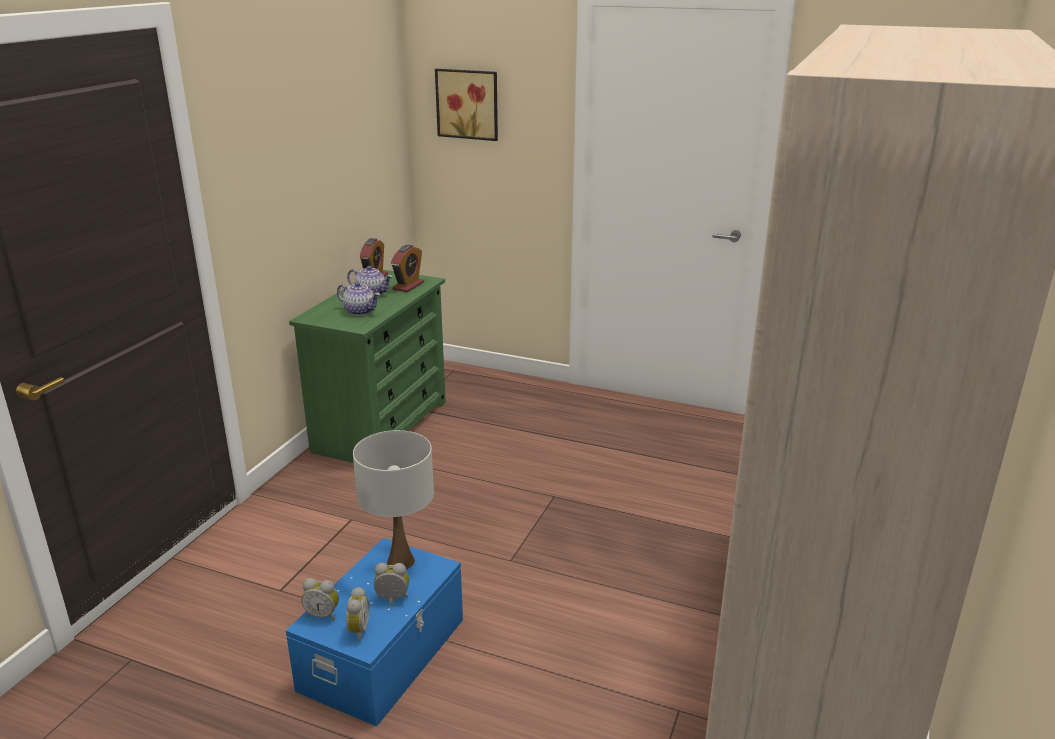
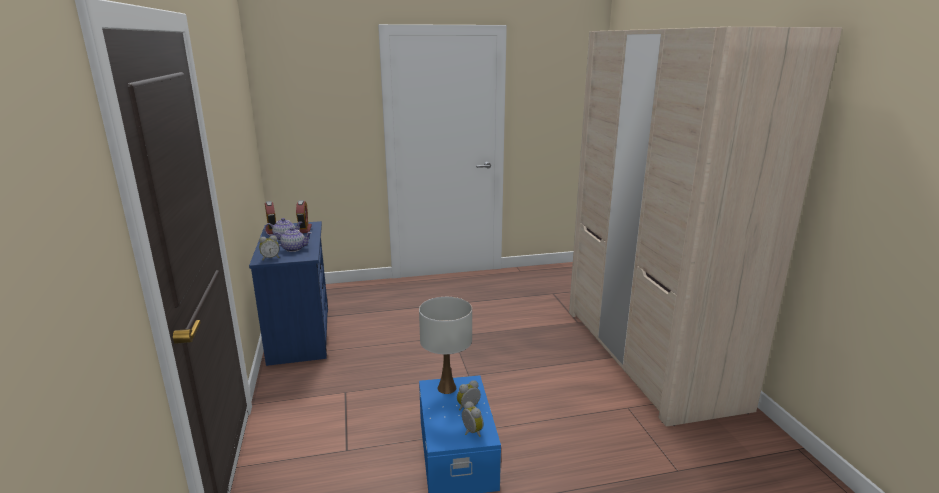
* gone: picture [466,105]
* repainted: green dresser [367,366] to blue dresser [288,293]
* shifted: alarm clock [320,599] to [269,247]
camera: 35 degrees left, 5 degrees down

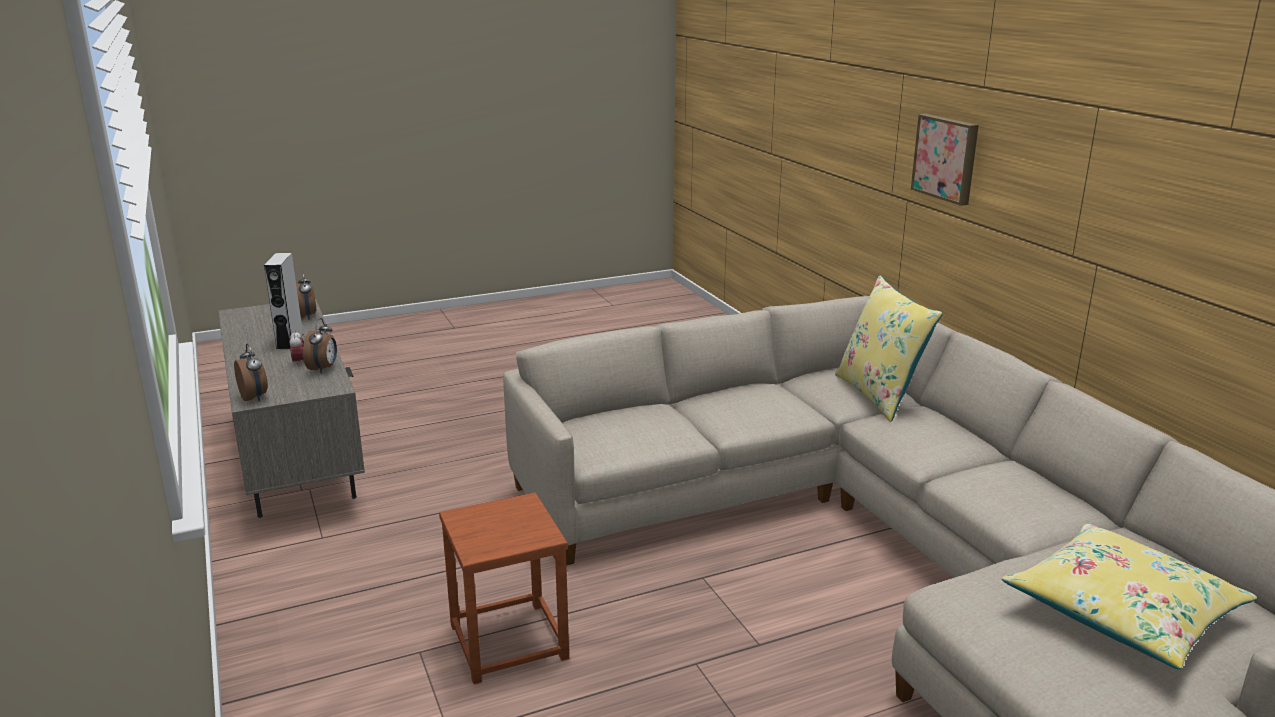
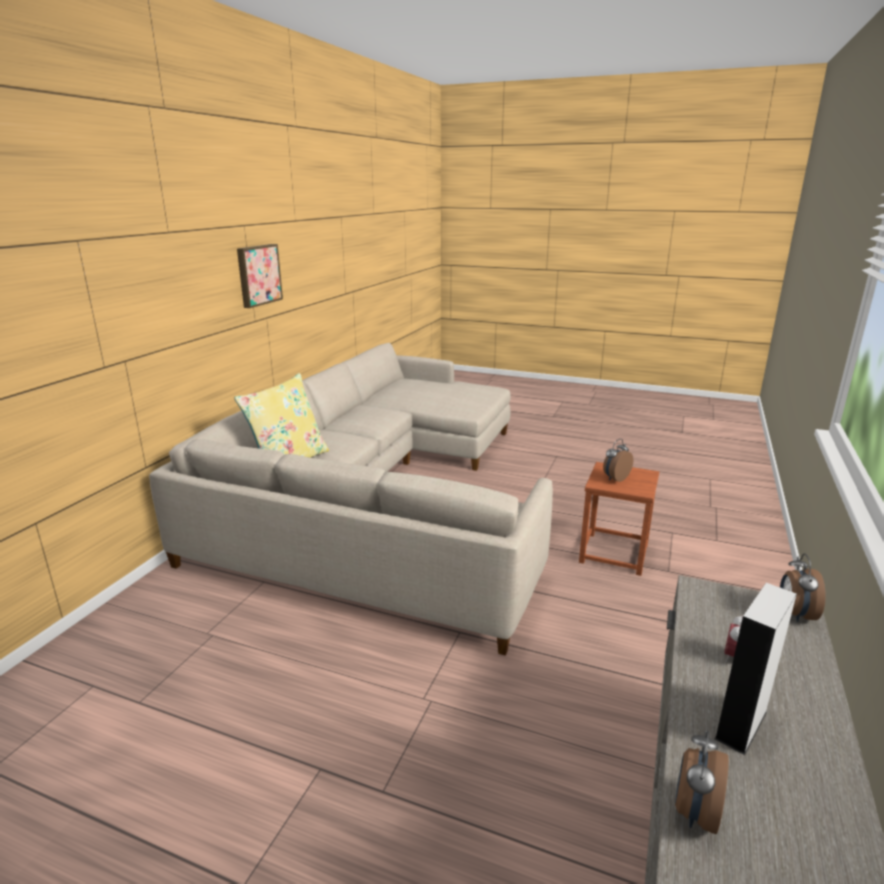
* shifted: picture [945,160] to [260,276]
* shifted: alarm clock [320,345] to [618,460]
* gone: yellow pillow [1129,596]
camera: 135 degrees left, 0 degrees up

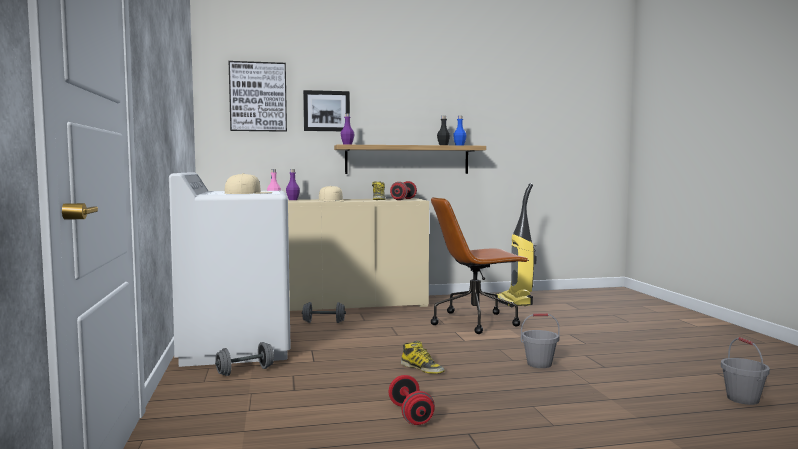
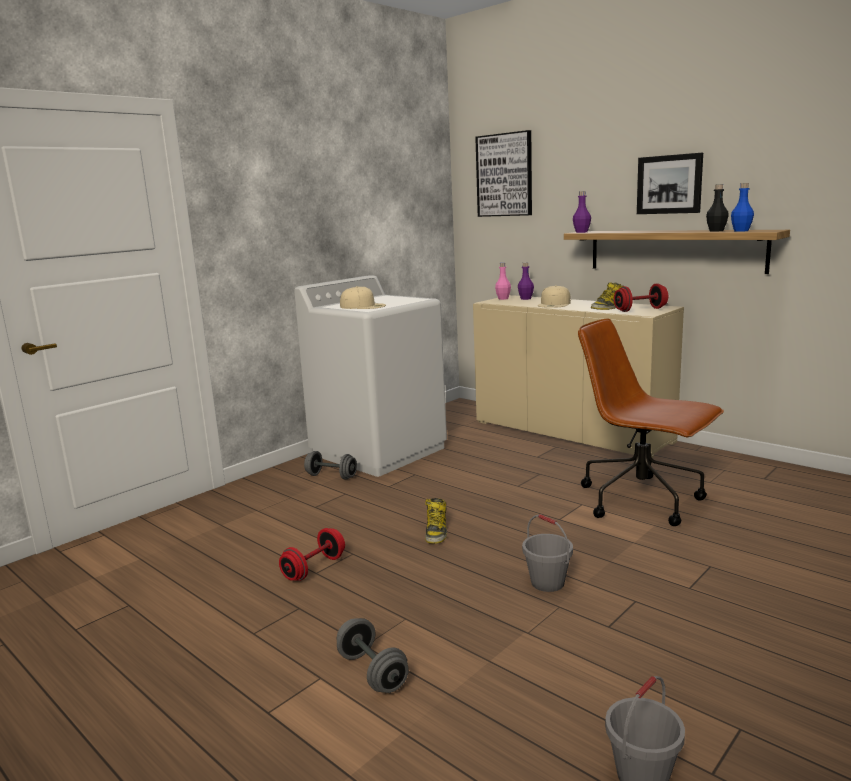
* shifted: picture [326,110] to [670,183]
* gone: vacuum cleaner [516,245]
* shifted: grey dumbbell [324,312] to [373,655]
camera: 55 degrees right, 10 degrees up

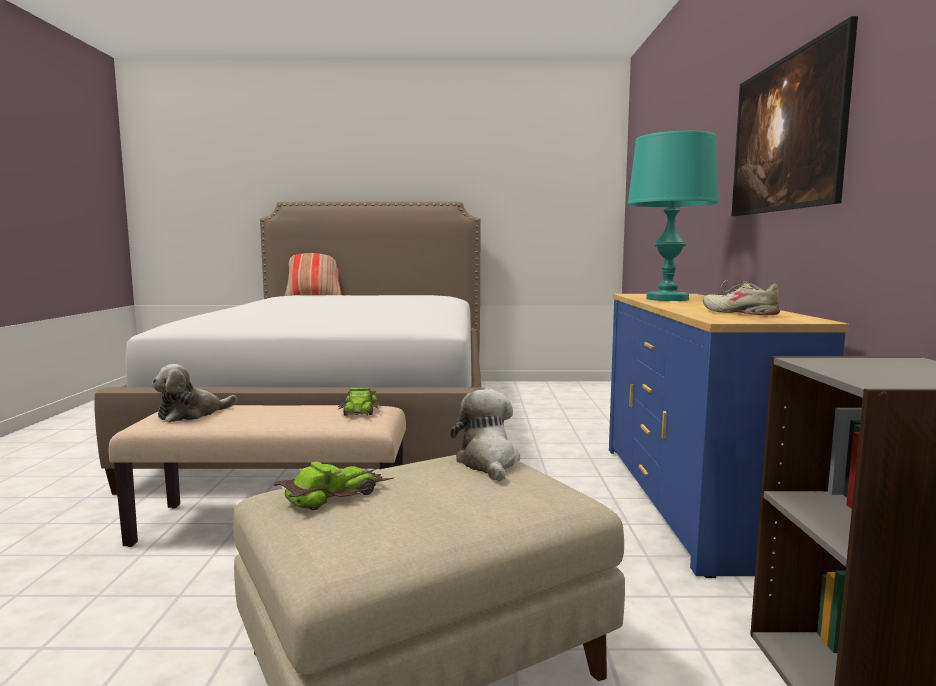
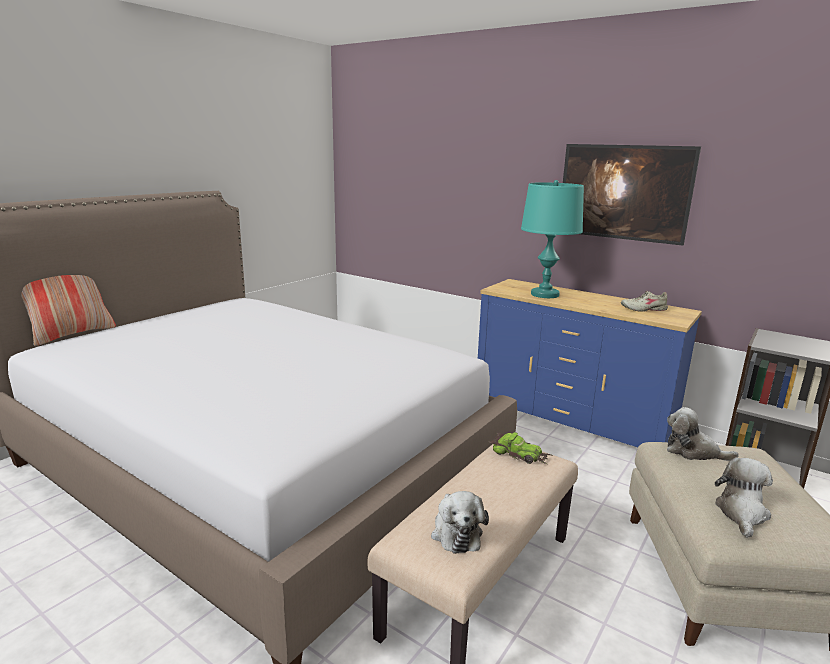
* swapped: toy car [333,485] to plush toy [744,498]
camera: 55 degrees left, 10 degrees up

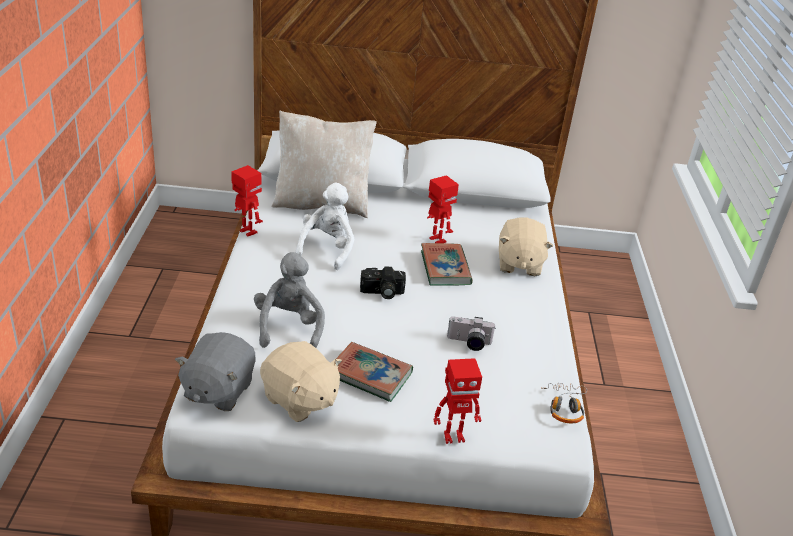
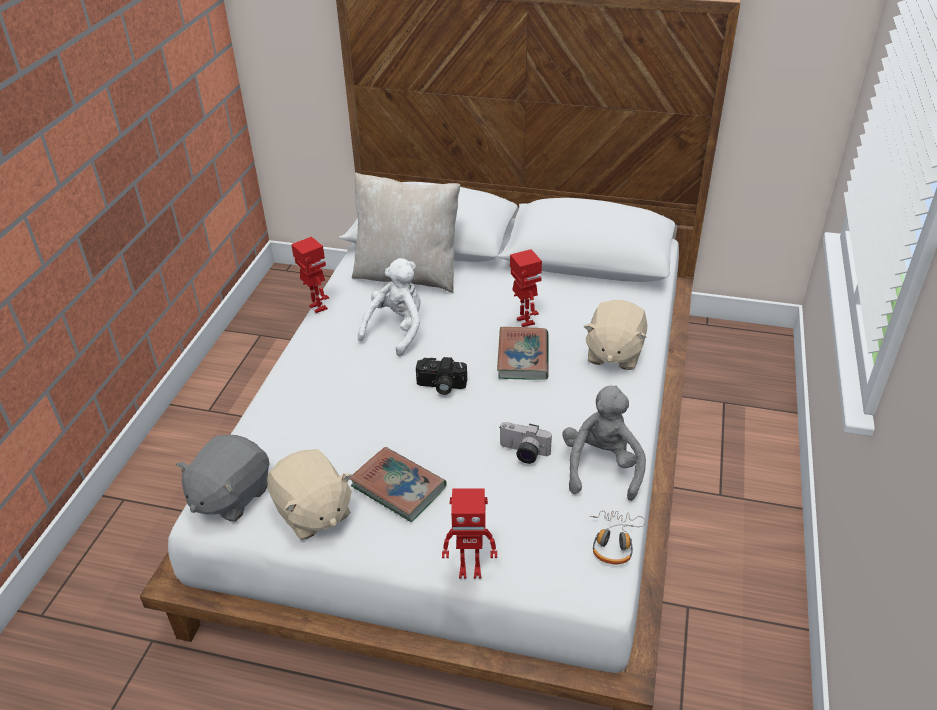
* shifted: grey plush toy [289,300] to [604,443]
camera: 15 degrees right, 5 degrees up

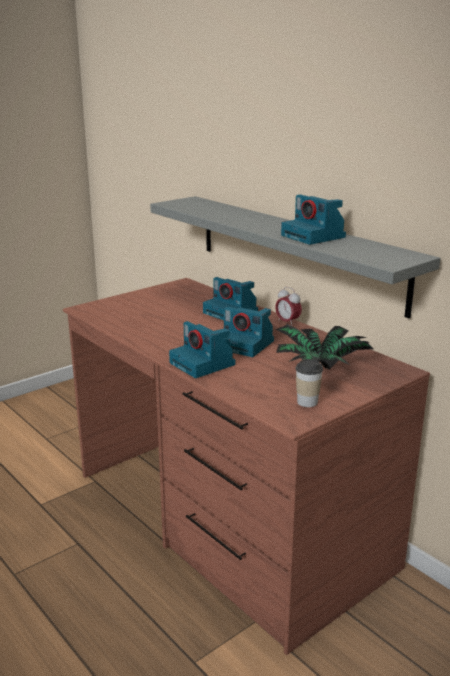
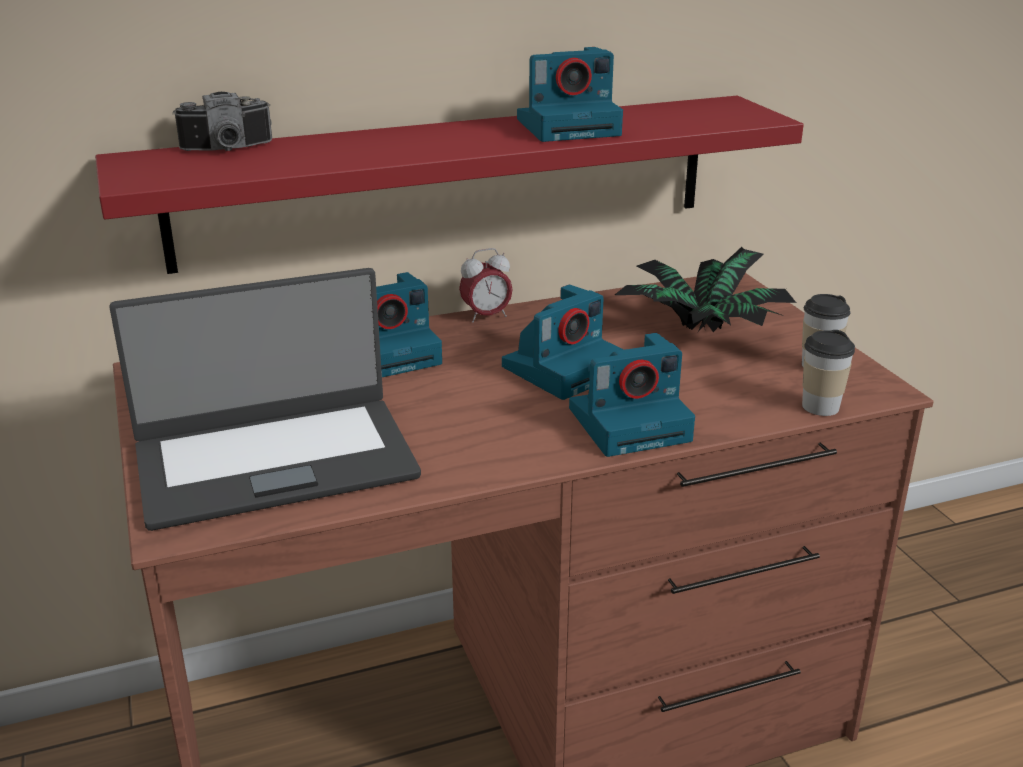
* repainted: grey shelf [295,257] to red shelf [449,185]
* new: photo camera [222,121]
* new: laptop [265,399]
* new: cup [828,373]
camera: 70 degrees left, 5 degrees up

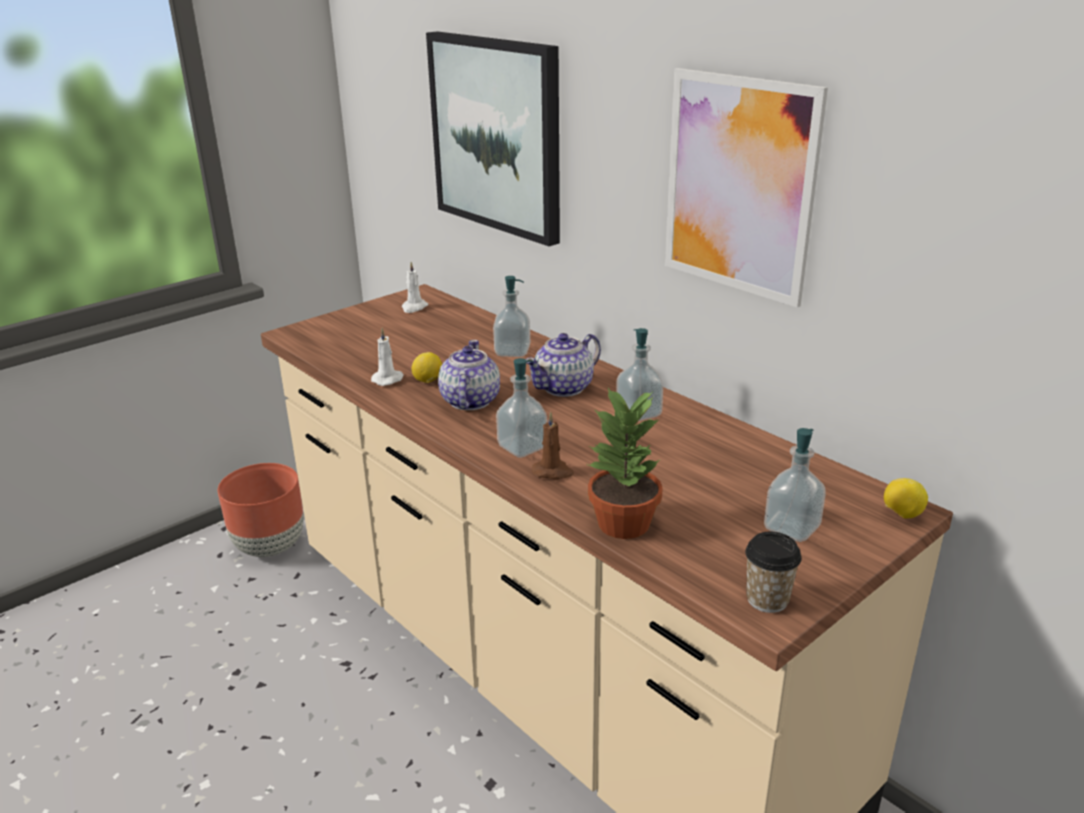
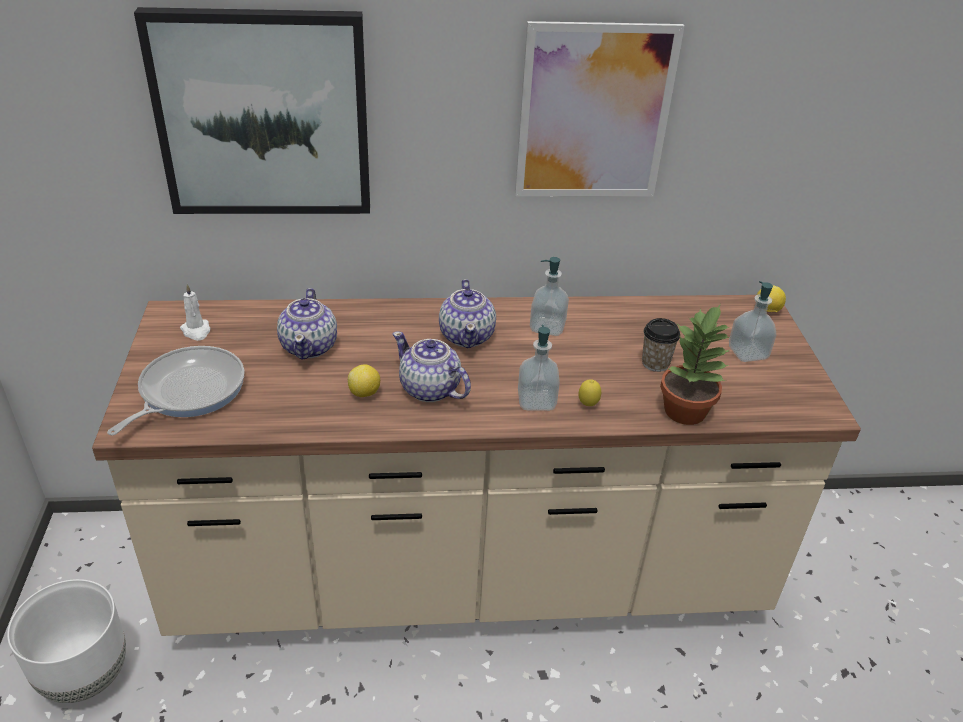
* gone: soap dispenser [511,316]
* gone: white candle [387,357]
* swapped: brown candle [553,446] to lemon [590,392]
* repainted: brown planter [261,510] to white planter [66,641]
* shifted: cup [773,572] to [661,345]
* new: teapot [307,324]
* new: frying pan [176,391]
camera: 55 degrees left, 10 degrees up

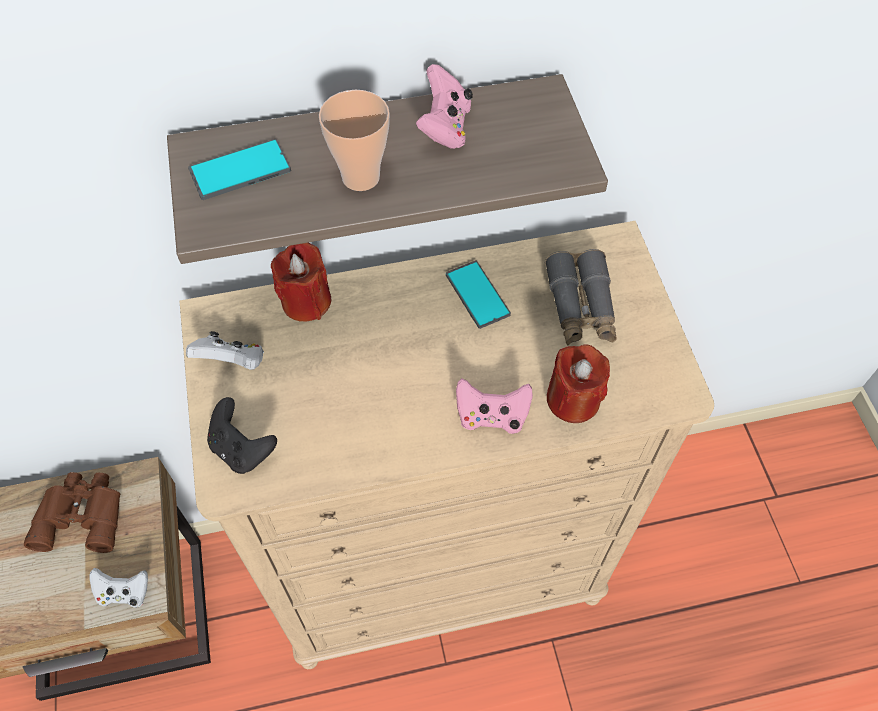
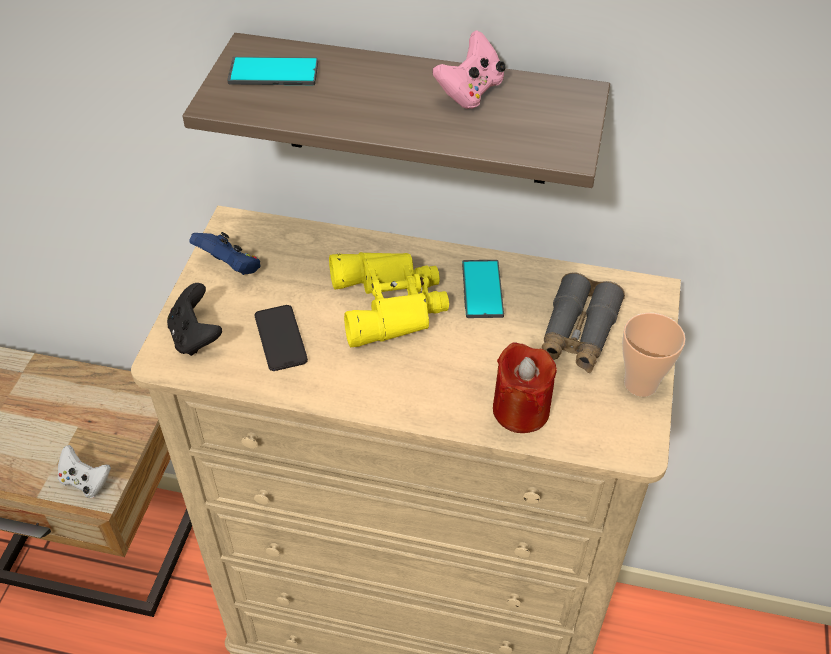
* shifted: cup [354,140] to [654,355]
* gone: red candle [301,282]
* repainted: white game controller [225,350] to blue game controller [225,253]
* gone: pink game controller [494,406]
* gone: brown binoculars [72,512]
* new: yellow binoculars [389,299]
* new: phone [281,338]
camera: 25 degrees right, 10 degrees down

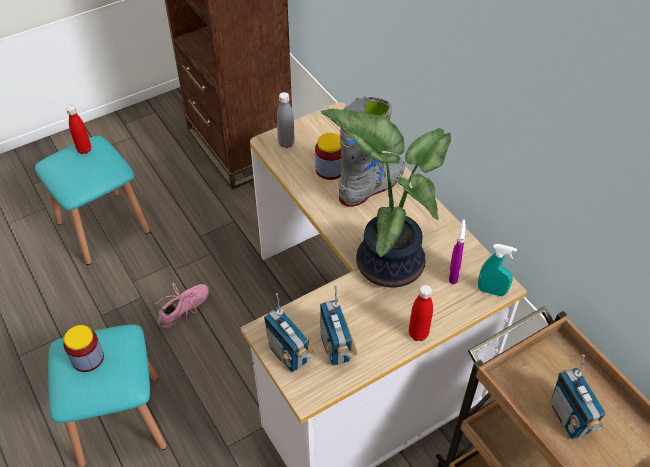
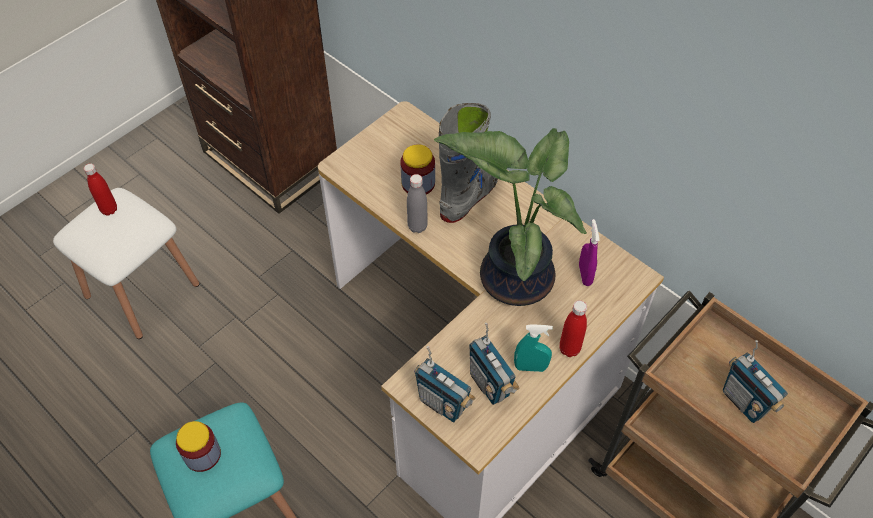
* shifted: grey bottle [286,120] to [417,203]
* repainted: turquoise stool [92,200] to white stool [126,263]
* shifted: turquoise spray bottle [497,270] to [533,348]
* gone: pink shoe [183,306]
camera: 15 degrees left, 5 degrees up

